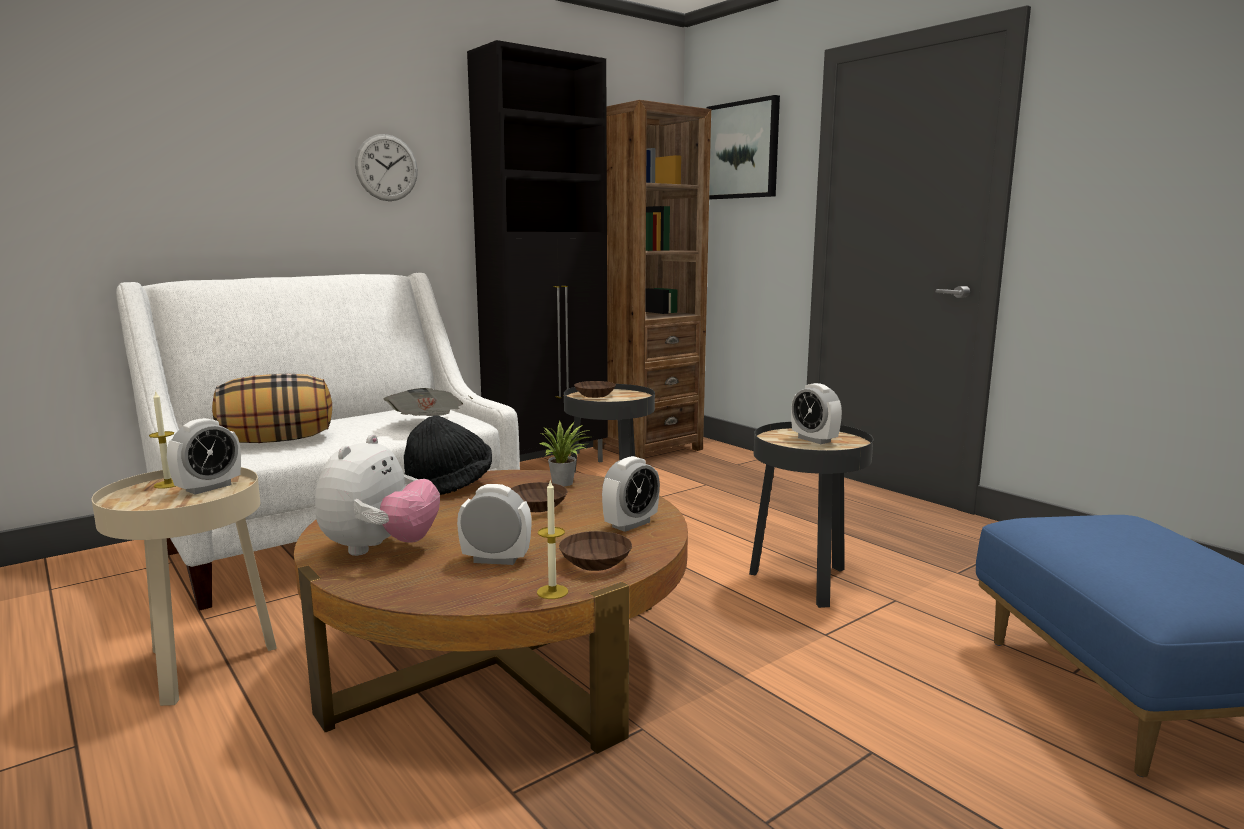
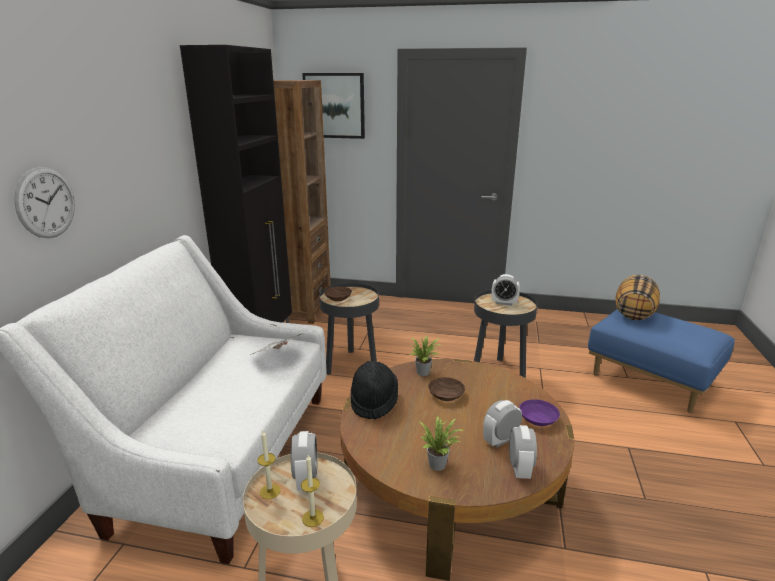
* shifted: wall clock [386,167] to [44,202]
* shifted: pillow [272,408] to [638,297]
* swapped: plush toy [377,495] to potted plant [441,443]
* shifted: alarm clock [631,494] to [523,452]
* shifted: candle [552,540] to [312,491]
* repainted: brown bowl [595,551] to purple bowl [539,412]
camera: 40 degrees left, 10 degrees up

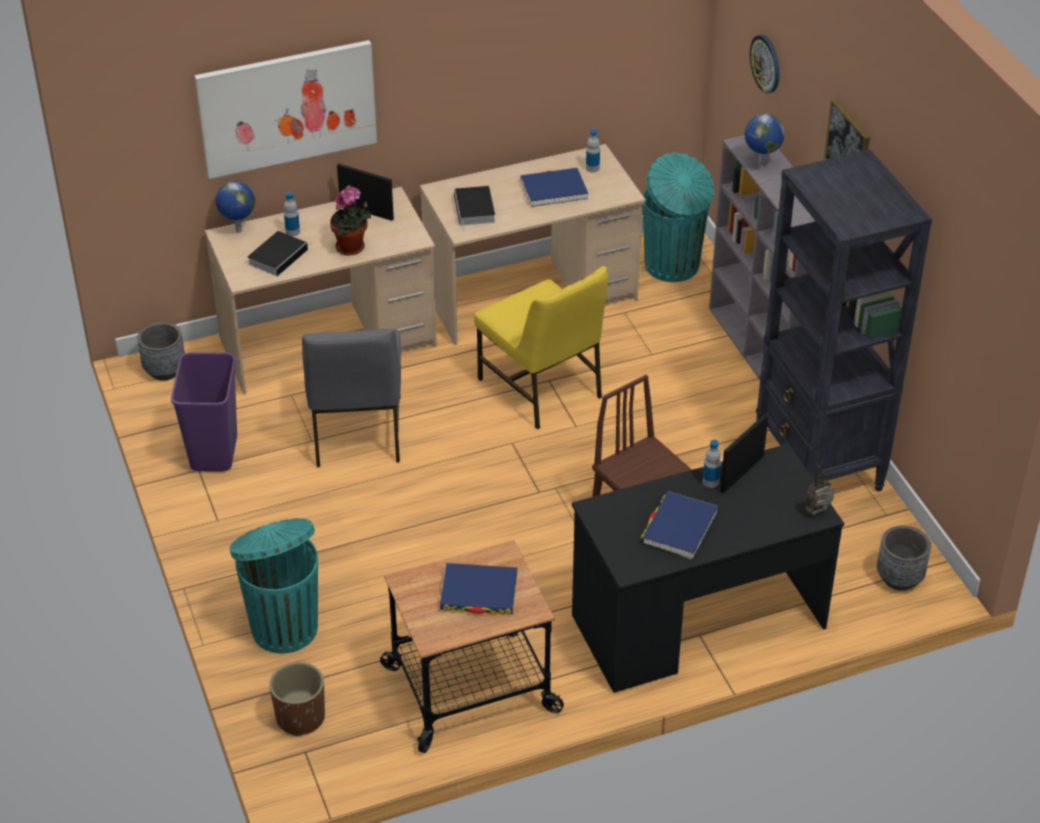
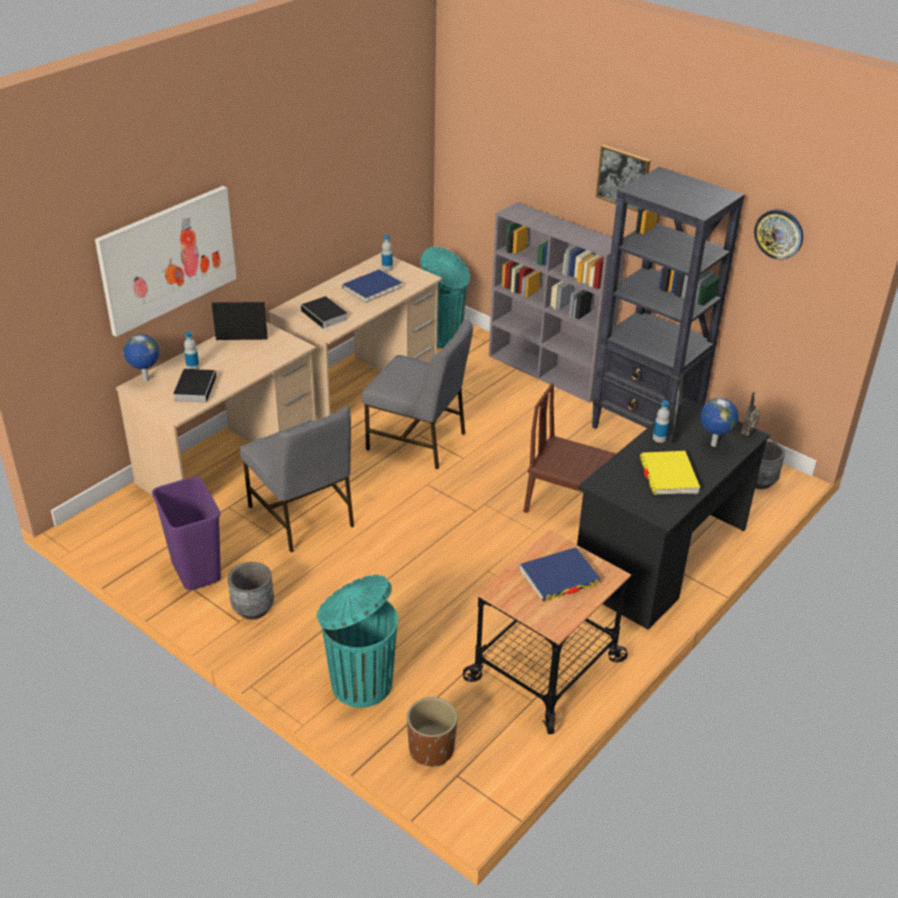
* shifted: wall clock [765,64] to [778,234]
* shifted: globe [765,141] to [719,422]
* gone: potted plant [350,220]
* repainted: yellow chair [541,347] to grey chair [417,394]
* shifted: grey planter [161,351] to [251,591]
* repainted: blue book [679,525] to yellow book [670,473]
camera: 30 degrees left, 5 degrees down

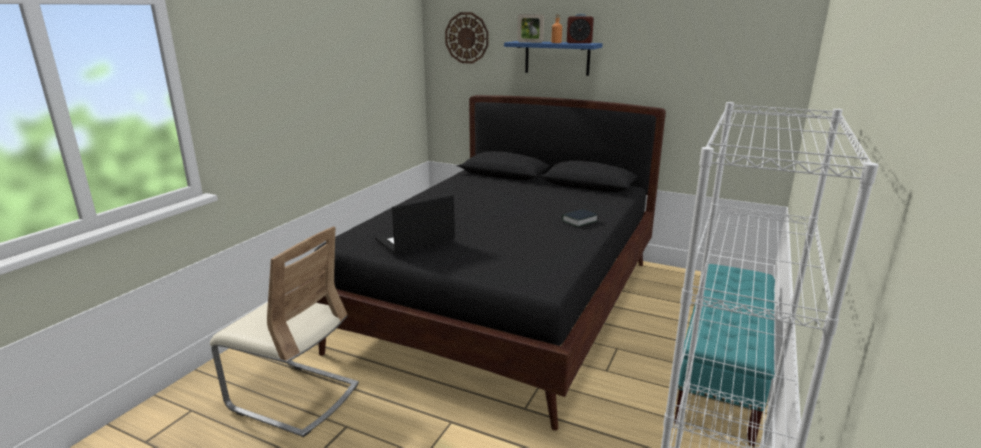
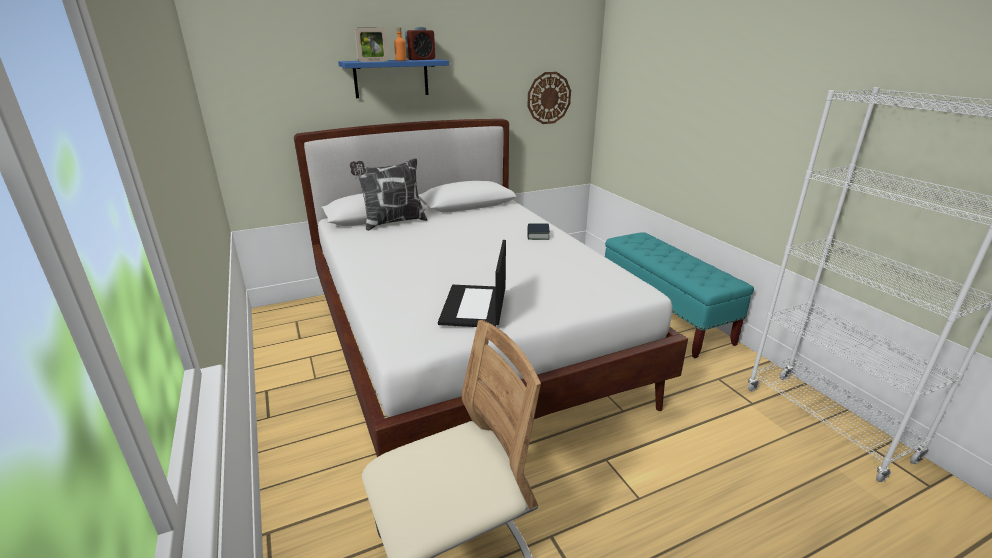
* shifted: wall clock [467,38] to [549,98]
* repainted: black bed [482,263] to white bed [491,288]
* new: pillow [388,194]
camera: 50 degrees left, 5 degrees up

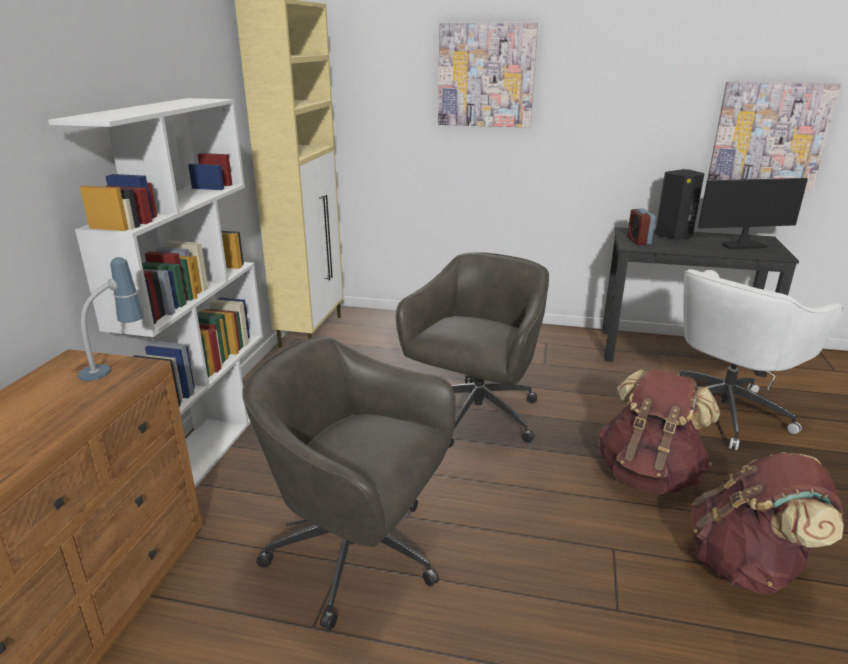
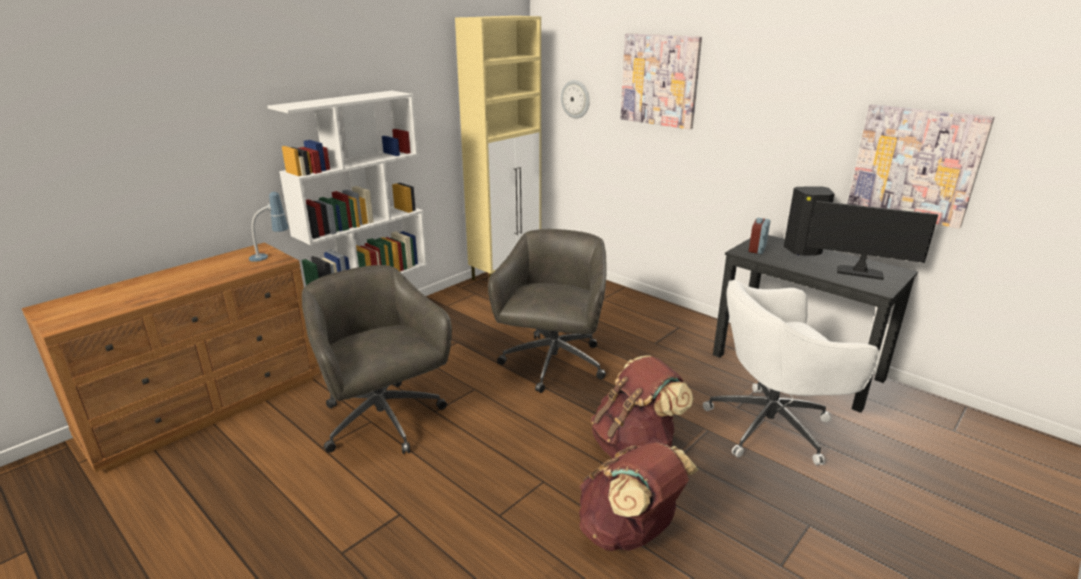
* rotated: grey office chair [472,350] = [547,311] 45 degrees counterclockwise
* new: wall clock [575,99]
camera: 30 degrees right, 0 degrees up

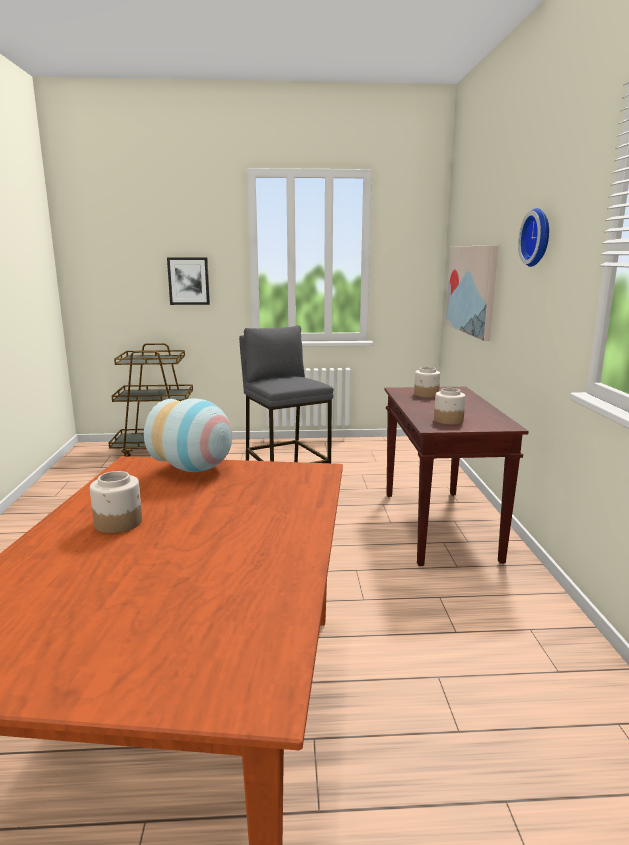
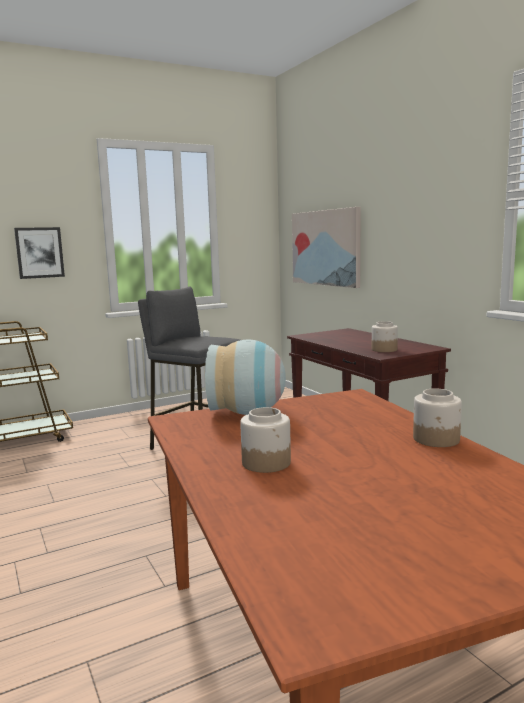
* gone: wall clock [533,237]
* shifted: jar [427,382] to [437,418]
camera: 25 degrees left, 5 degrees down

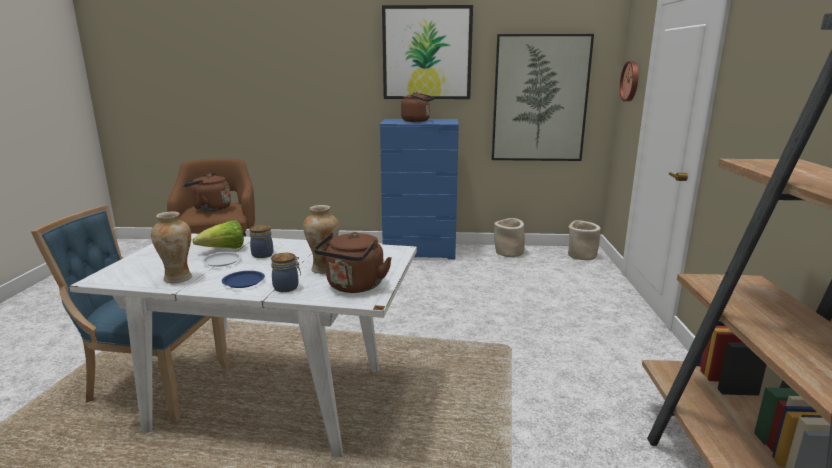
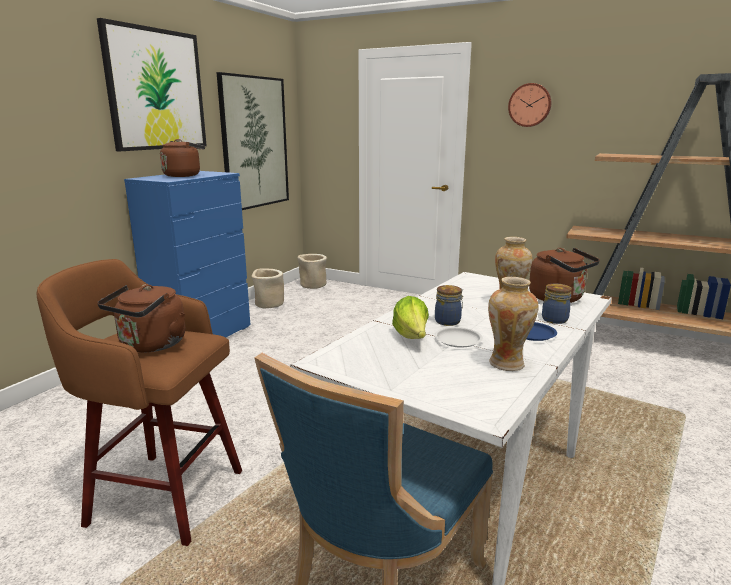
* shifted: wall clock [629,81] to [530,105]
camera: 65 degrees left, 0 degrees up

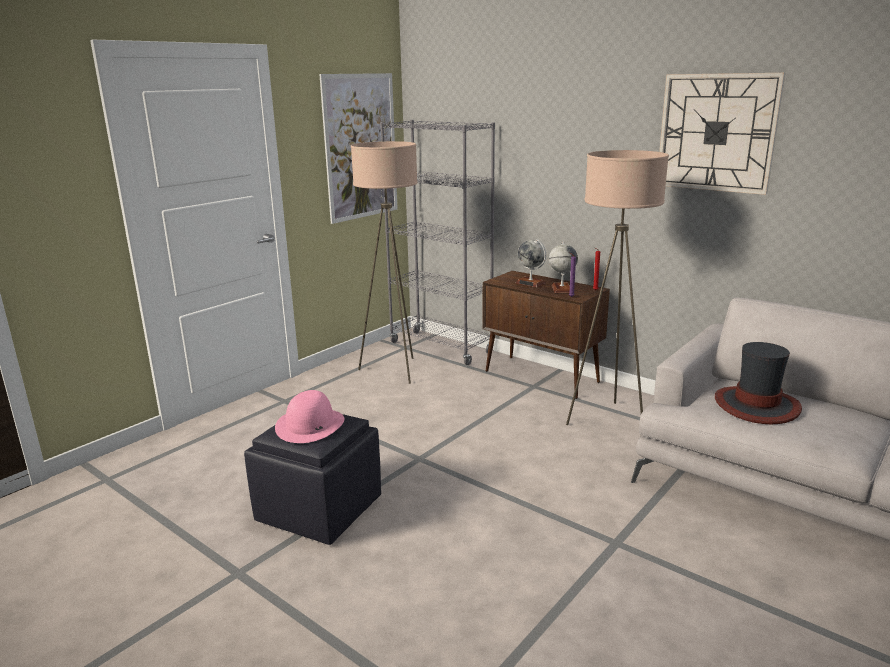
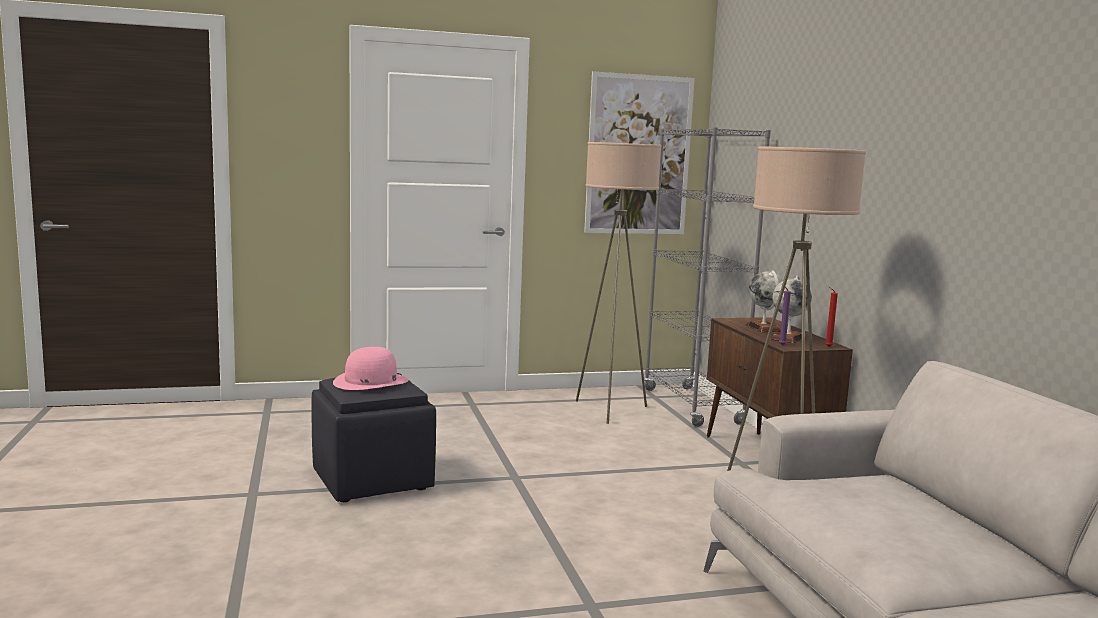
* gone: wall clock [722,134]
* gone: hat [758,383]
camera: 35 degrees right, 10 degrees down

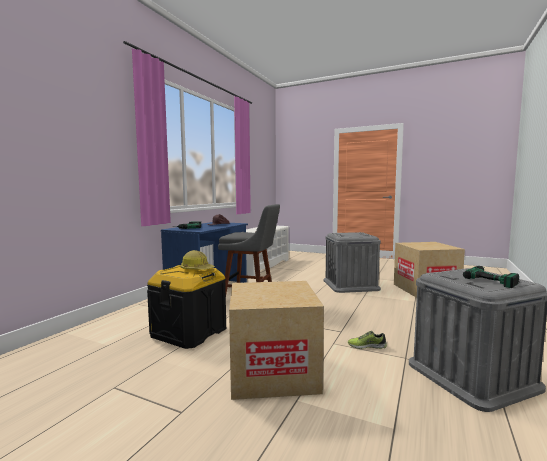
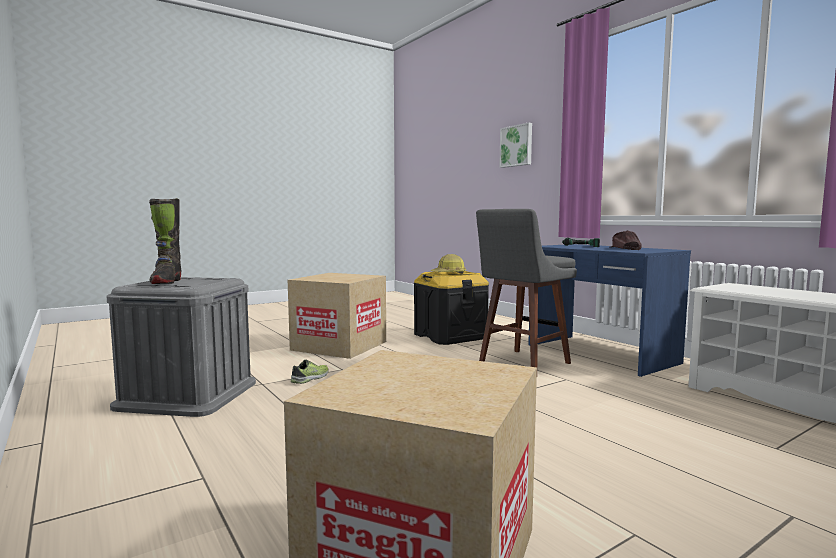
* gone: grey storage box [352,262]
* swapped: power drill [491,277] to black boot [165,241]
* new: picture [515,145]
camera: 120 degrees right, 0 degrees up

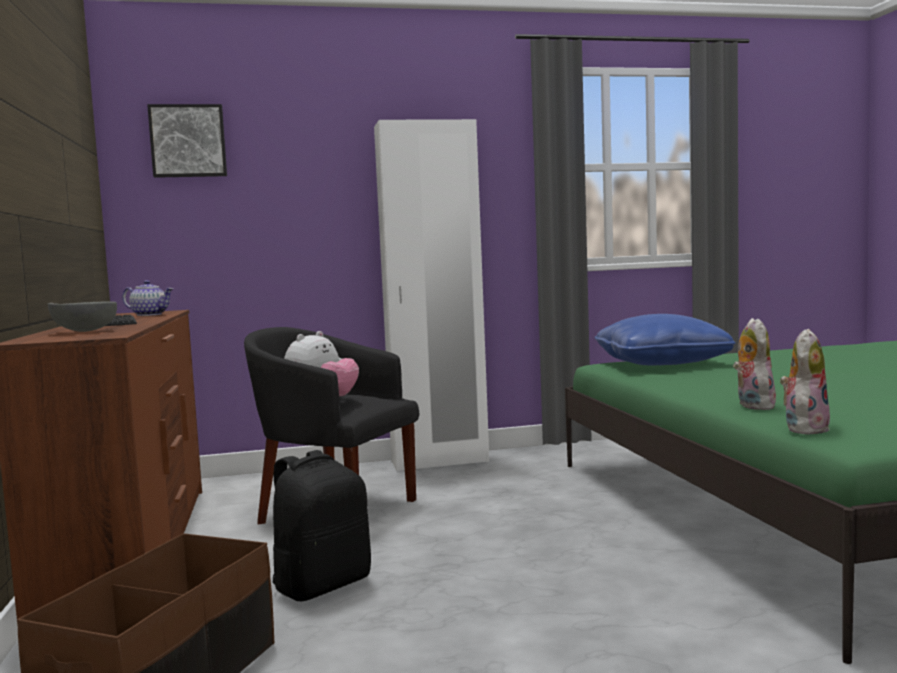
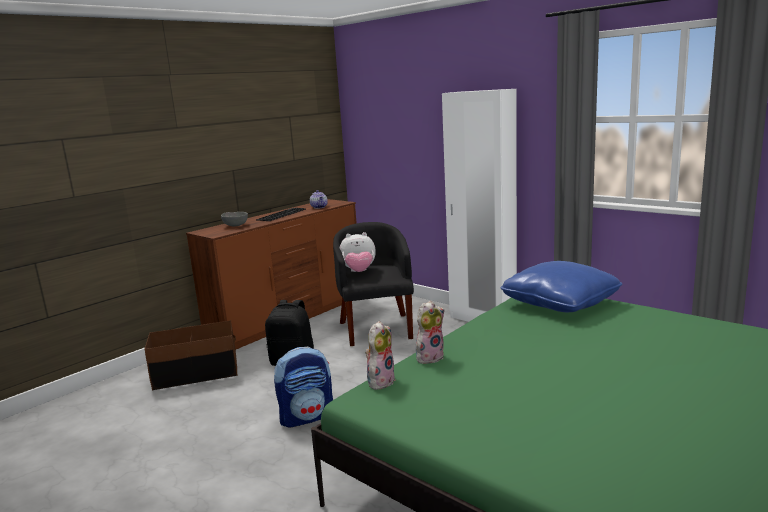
* gone: picture [187,141]
* rotated: plush toy [805,382] = [380,355] 60 degrees counterclockwise
* new: backpack [303,387]
camera: 55 degrees right, 10 degrees up

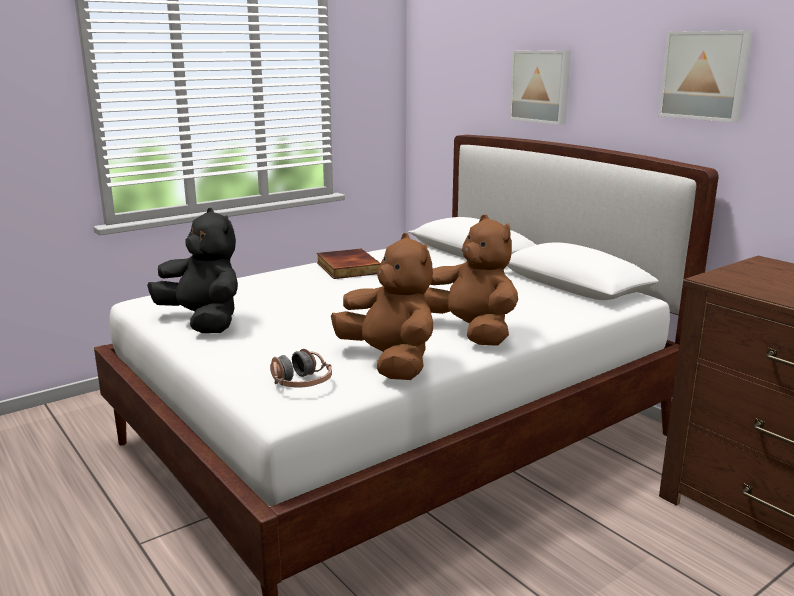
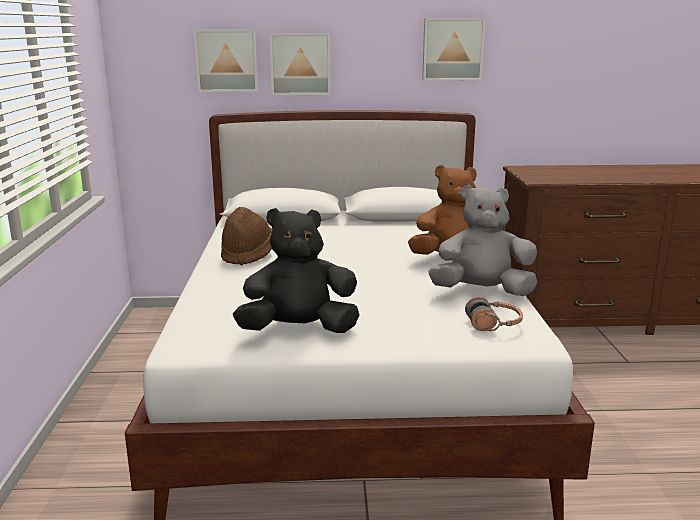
* repainted: brown plush toy [382,306] to grey plush toy [482,240]
* swapped: book [348,264] to brown hat [246,236]
* new: picture [226,61]
camera: 55 degrees left, 0 degrees up

